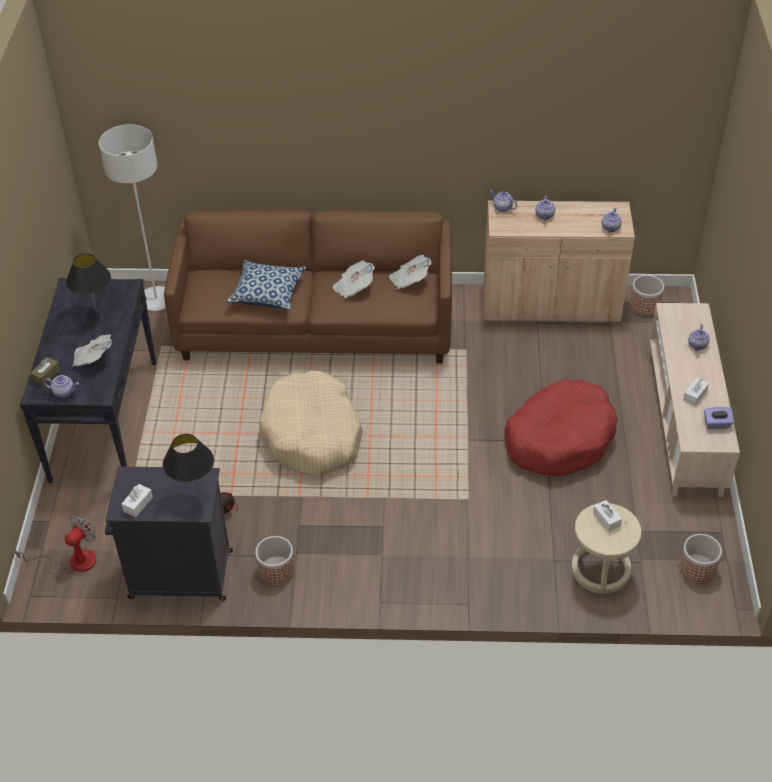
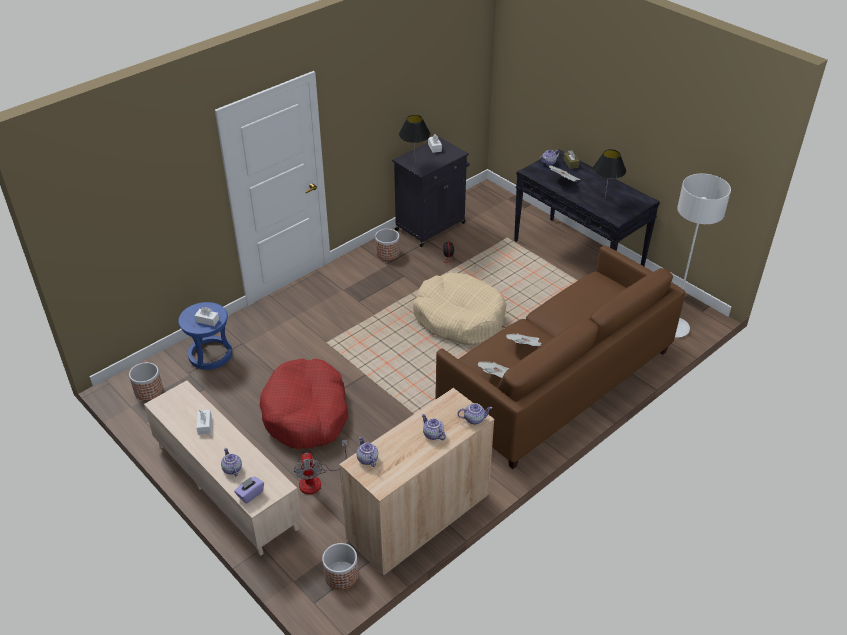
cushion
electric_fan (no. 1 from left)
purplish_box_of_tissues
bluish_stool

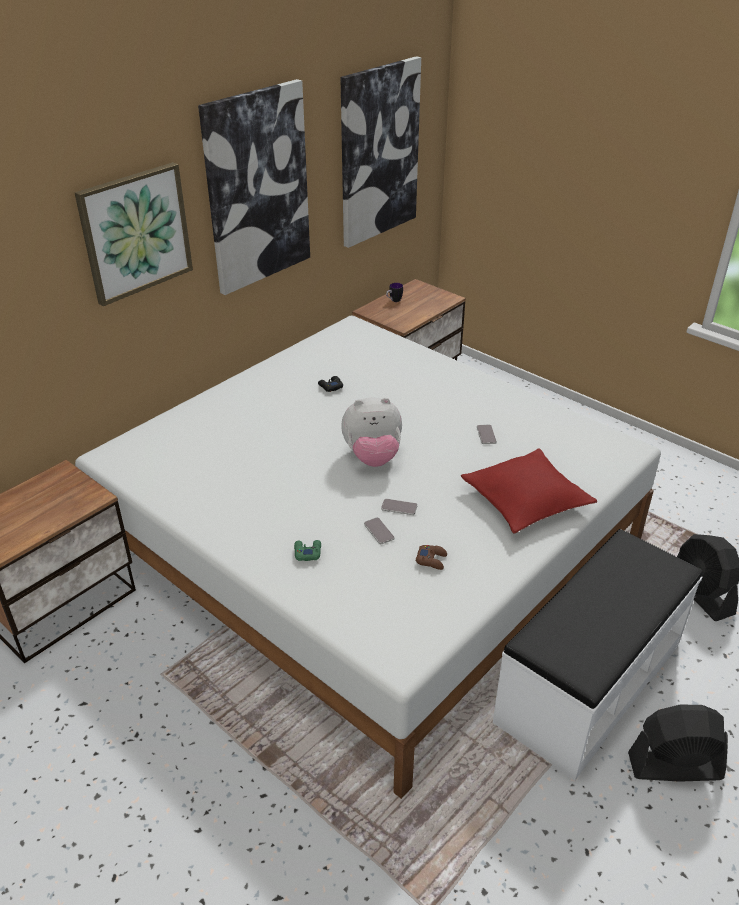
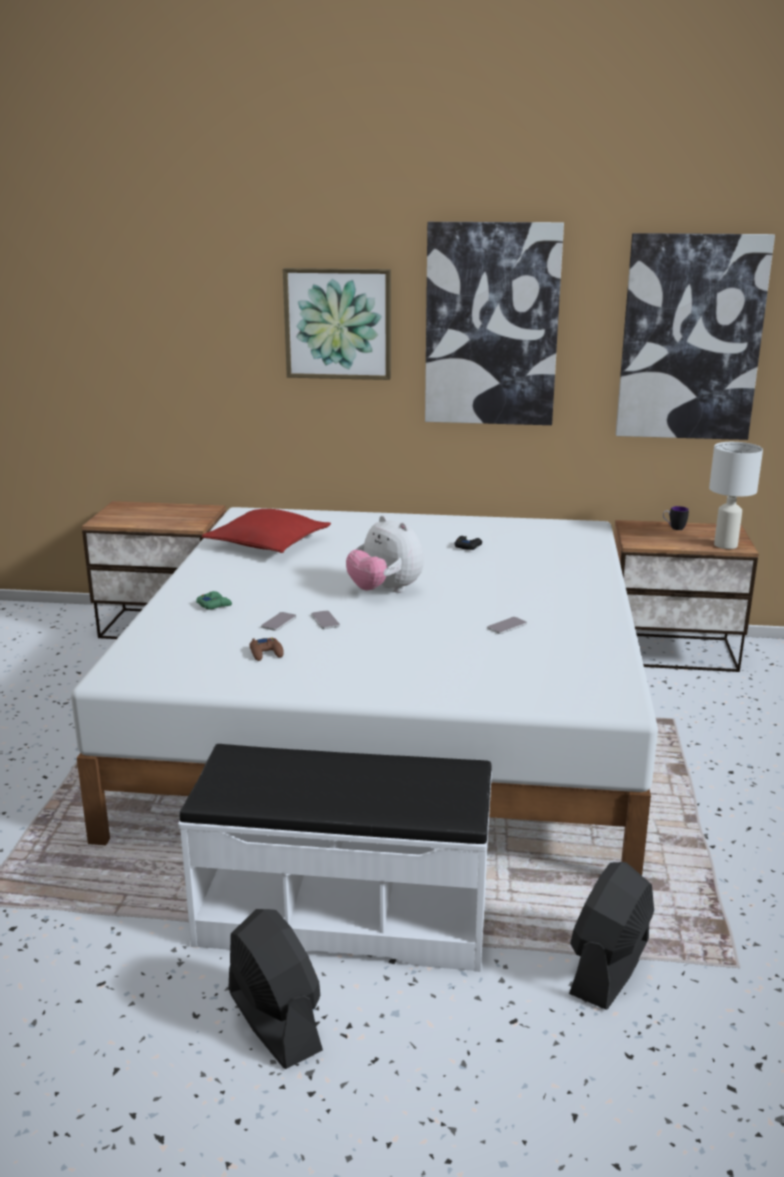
whitish_tabletop_lamp
red-coloured_cushion

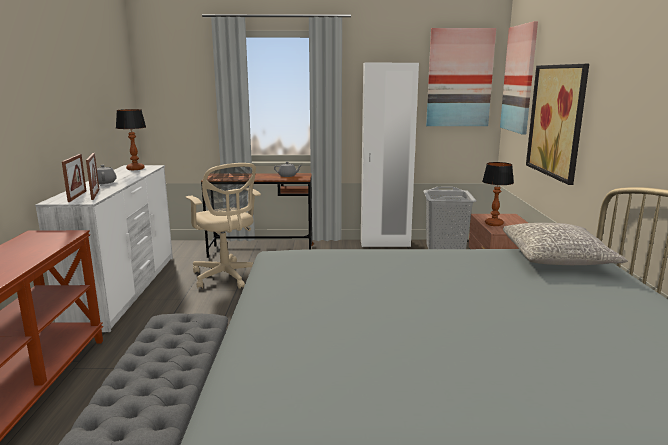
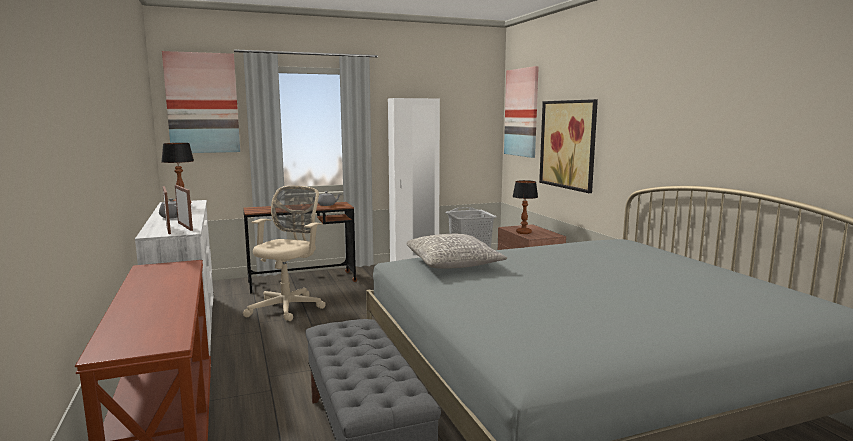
picture (no. 1 from left)
grey_cushion
beige_computer_chair

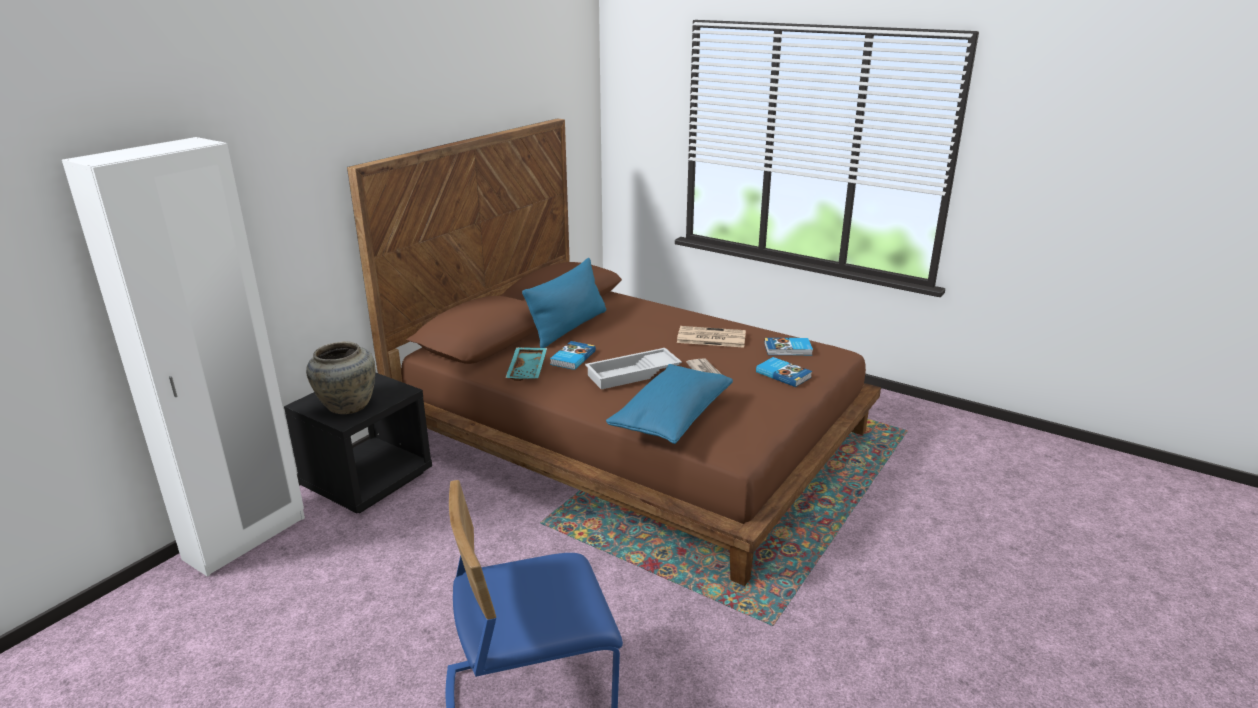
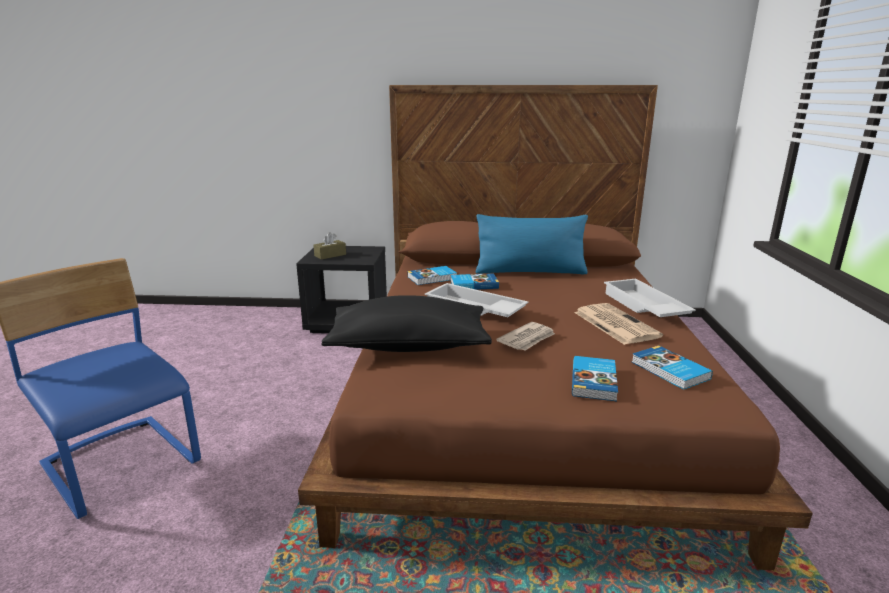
whitish_clothes_cupboard
whitish_serving_tray (no. 2 from left)
brown-coloured_box_of_tissues
volume (no. 1 from left)
blackish_cushion

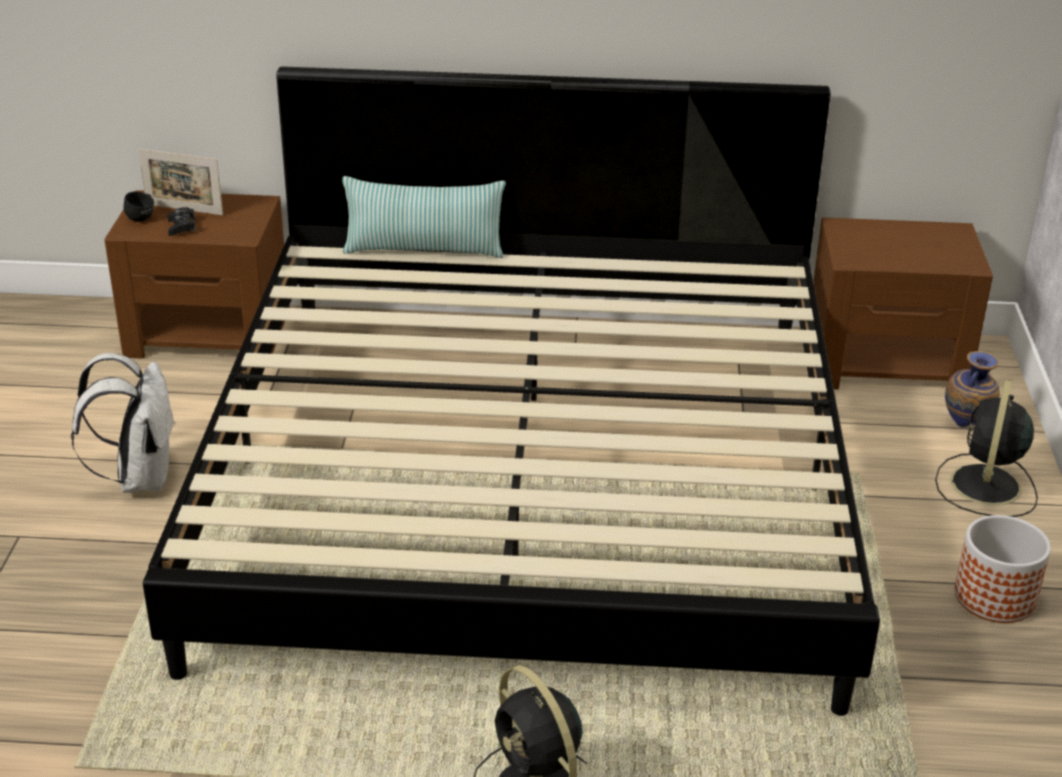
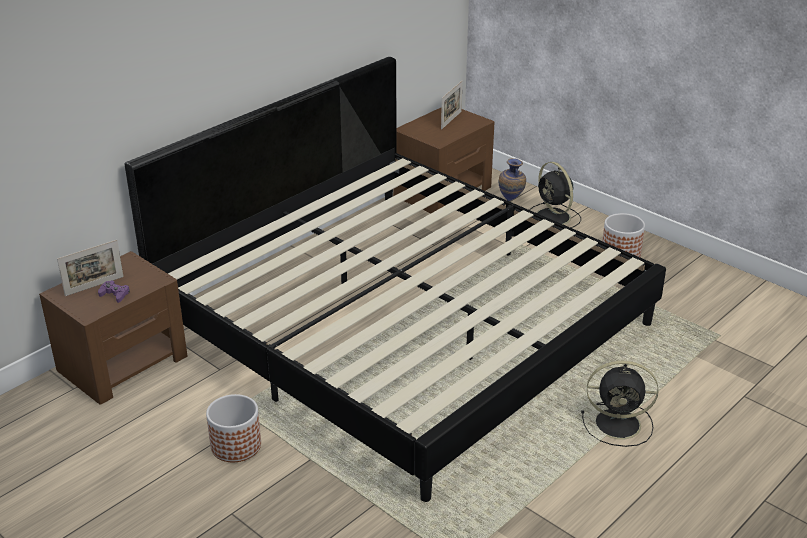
blackish_tea_mug
cushion
photo_frame (no. 2 from left)
plant_pot (no. 1 from left)
purplish_game_controller

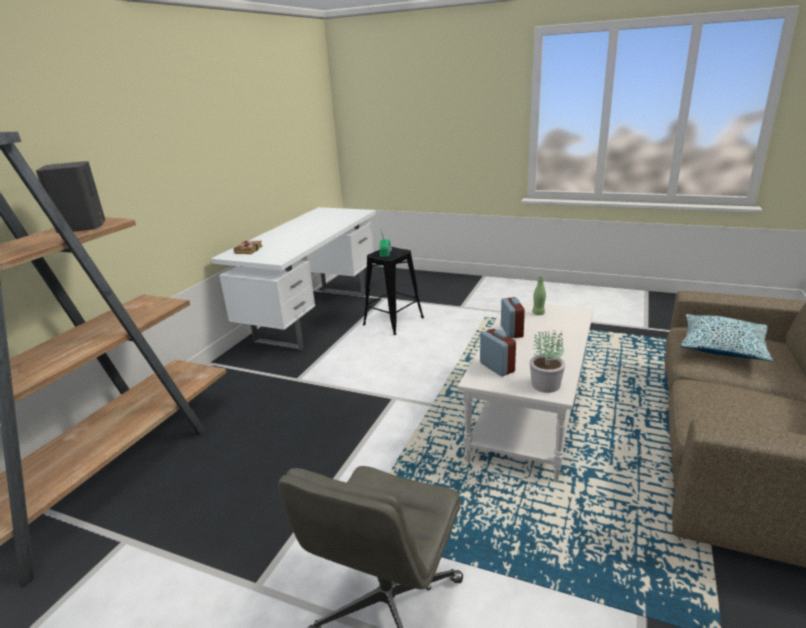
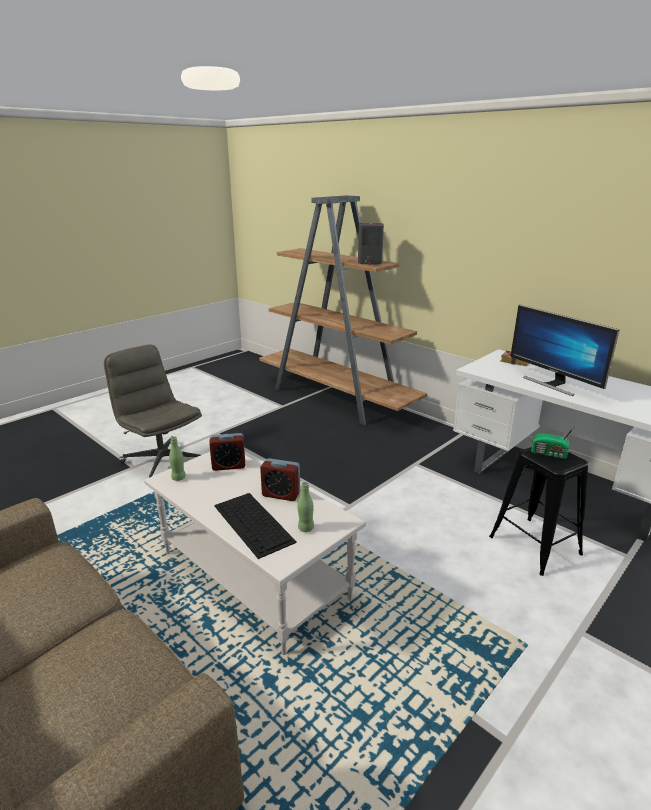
cushion
PC_keyboard
computer_screen
green-coloured_drink_bottle (no. 1 from left)

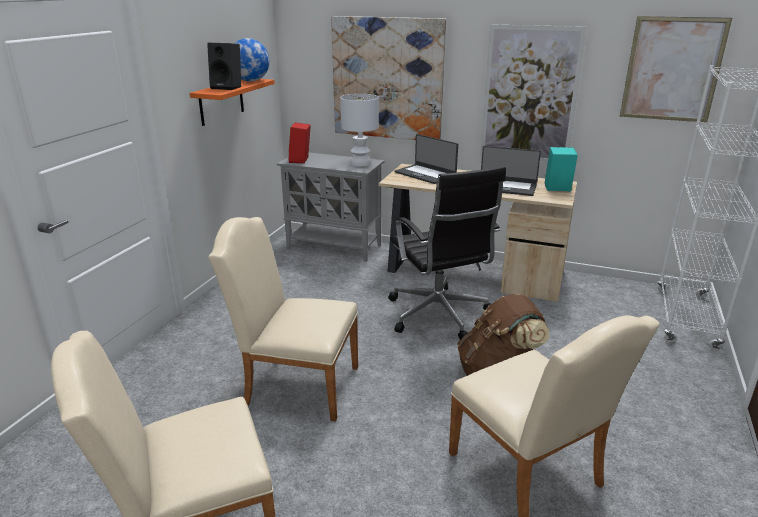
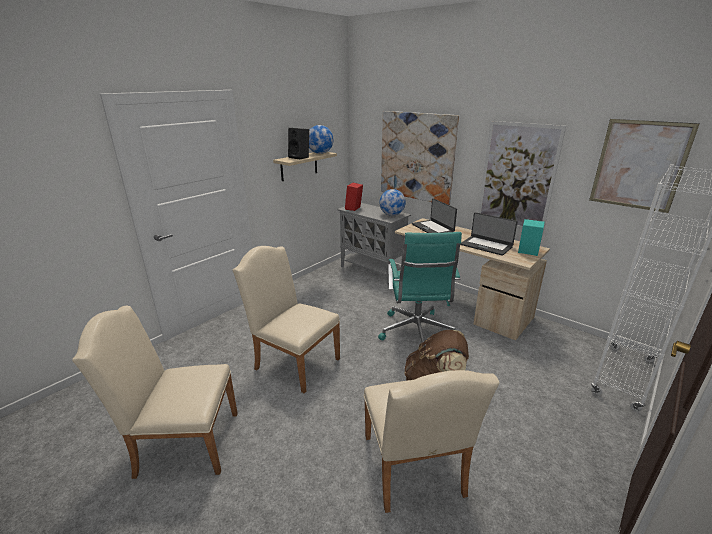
world_globe (no. 2 from left)
beige_bracket_shelf
turquoise_computer_chair

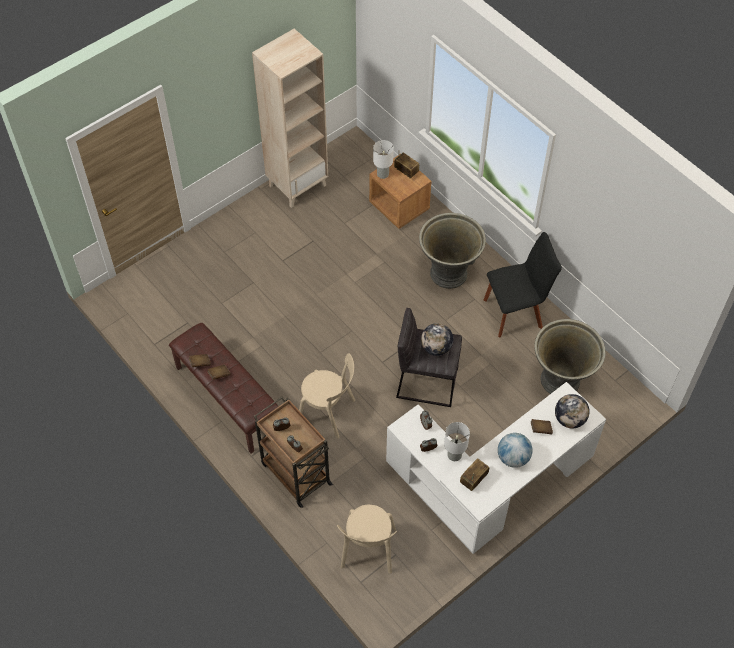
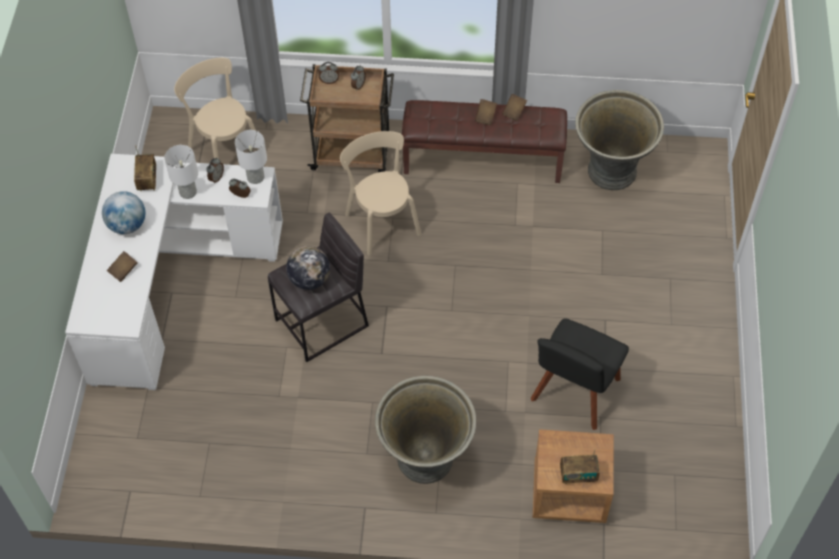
beige_bookshelf
world_globe (no. 3 from left in the first image)
whitish_tabletop_lamp (no. 2 from left)
blackish_plain_chair
grey_plant_pot (no. 2 from left)
beige_plain_chair (no. 2 from left)

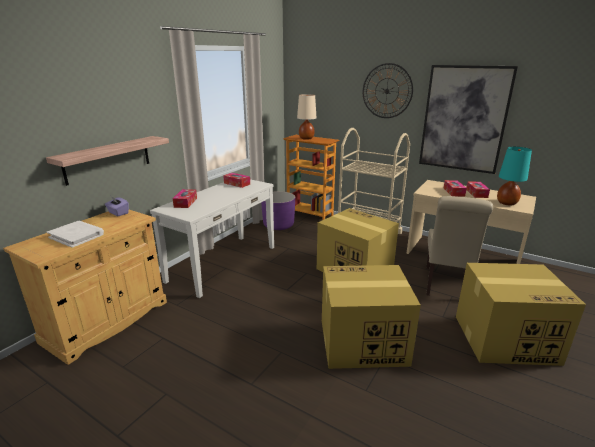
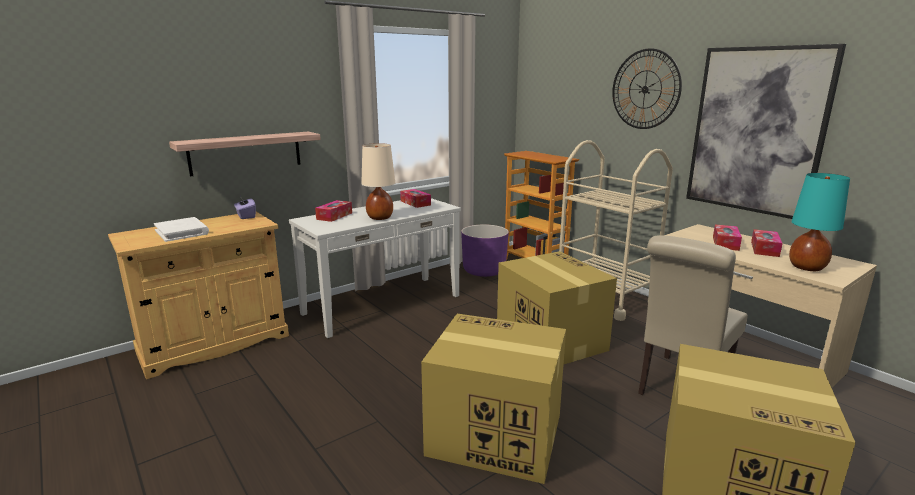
beige_tabletop_lamp

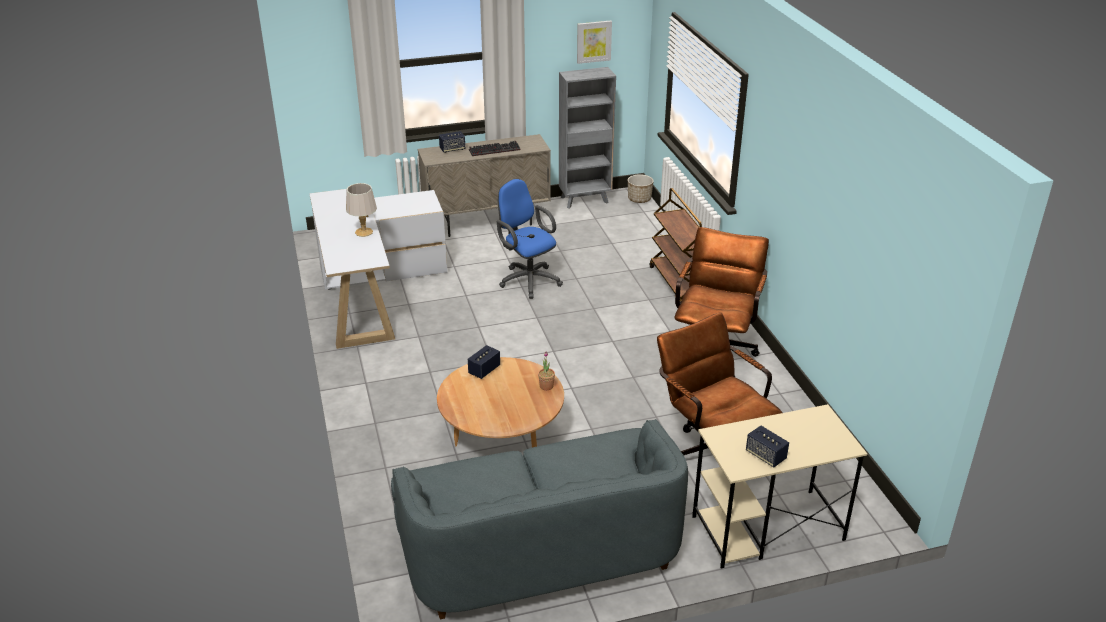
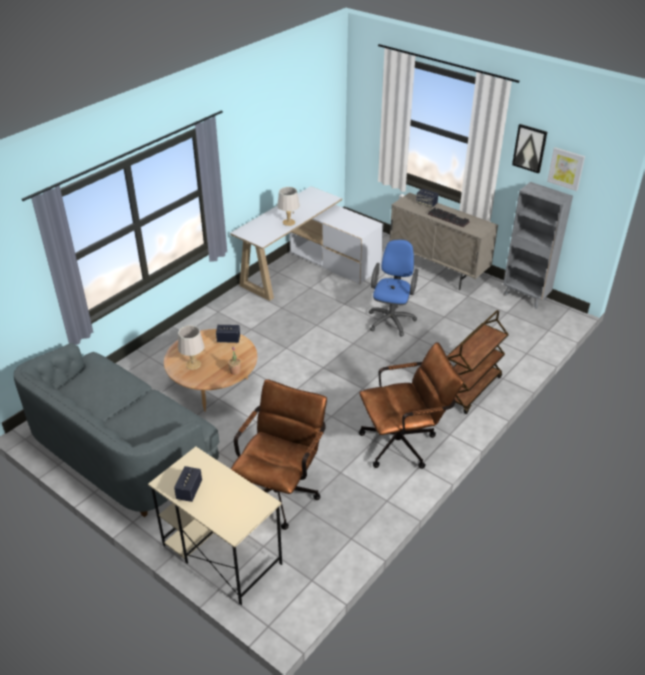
plant_pot
grey_tabletop_lamp (no. 1 from left)
picture (no. 1 from left)

